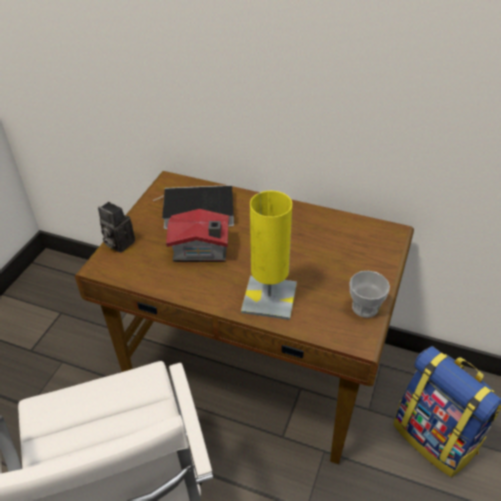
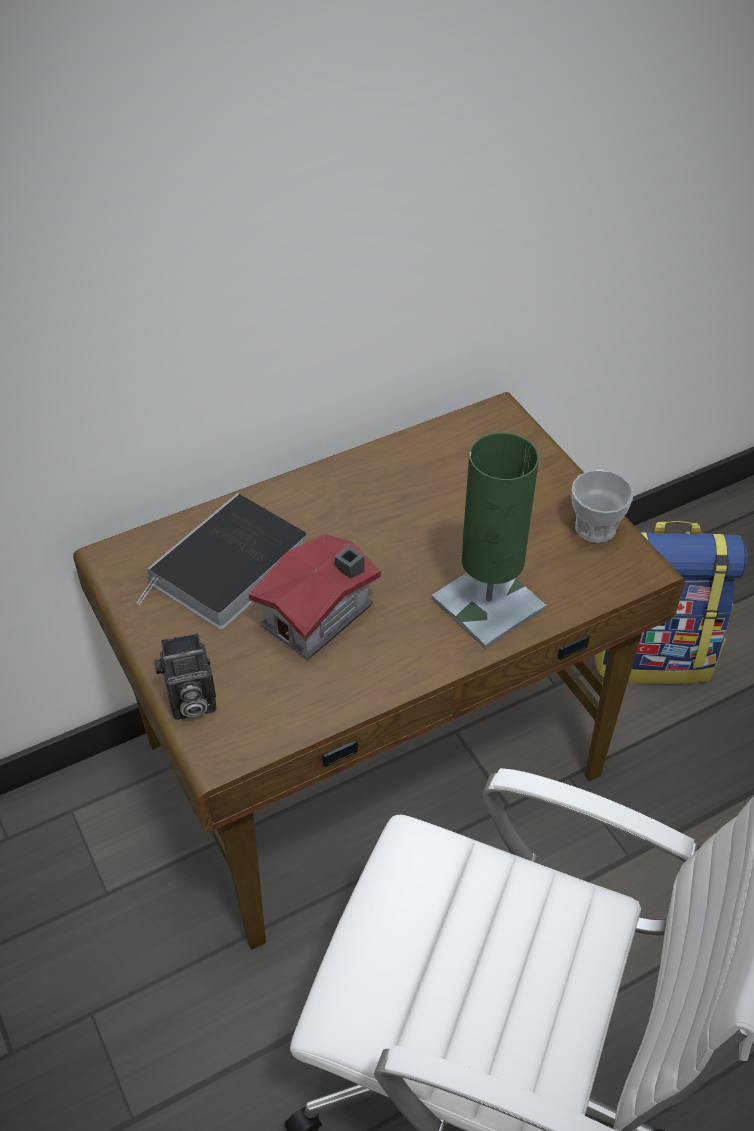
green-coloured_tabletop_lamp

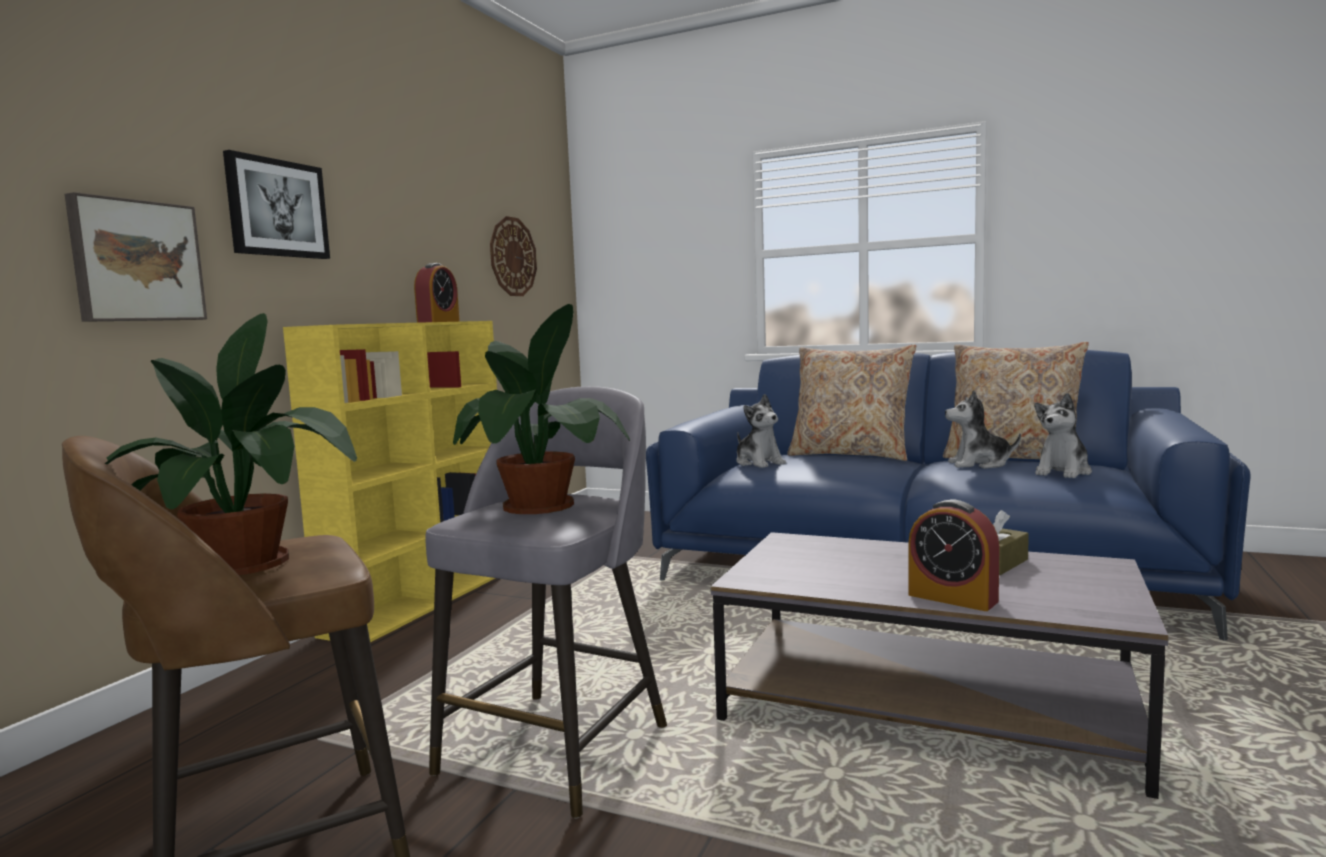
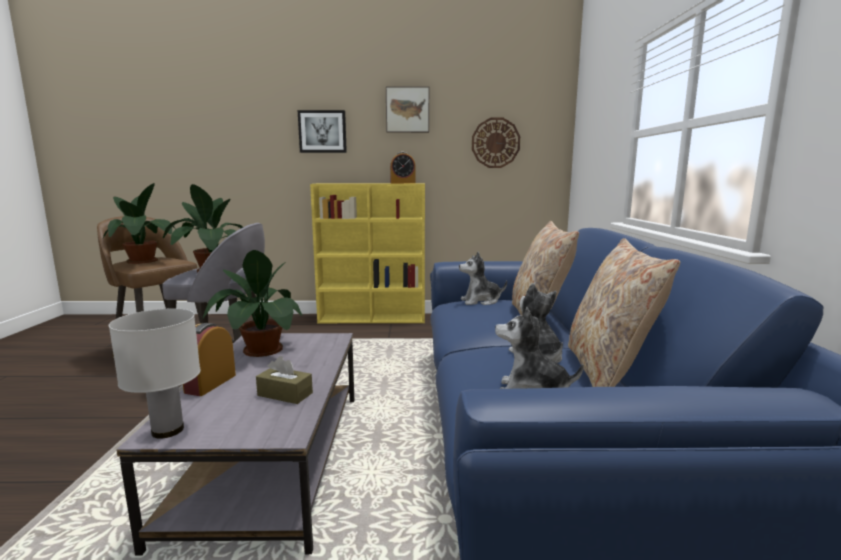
whitish_tabletop_lamp
potted_plant (no. 3 from left)
picture (no. 2 from left)
plush_toy (no. 1 from left)

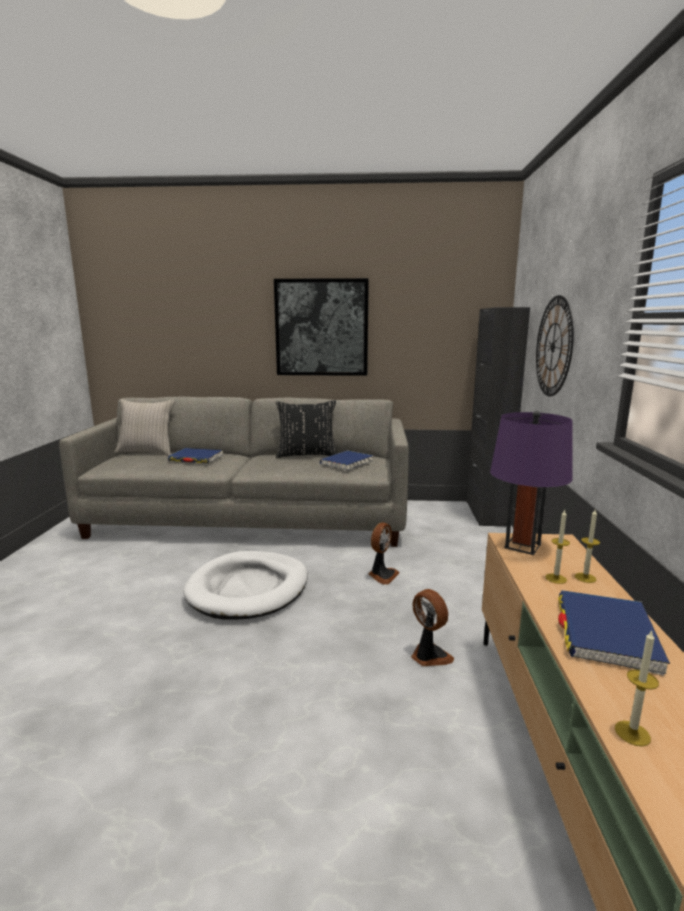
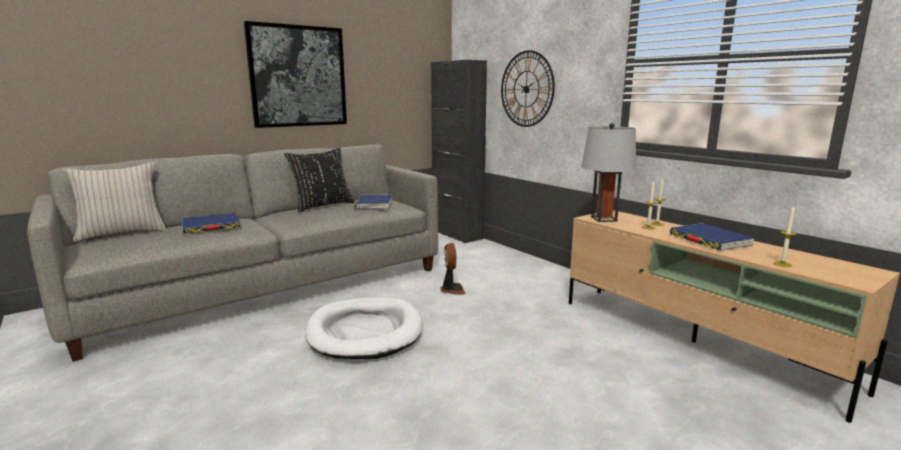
electric_fan (no. 2 from left in the first image)
grey_tabletop_lamp

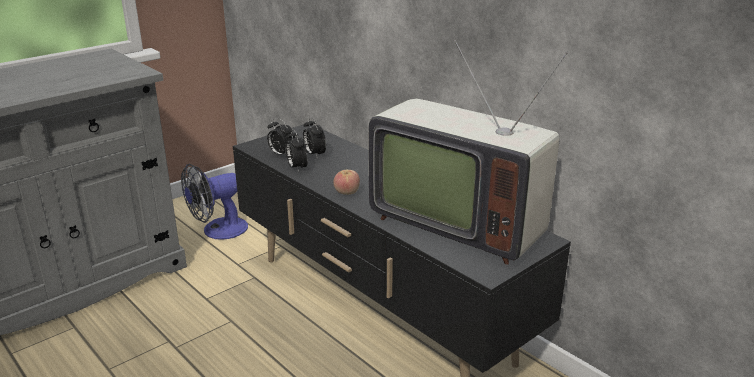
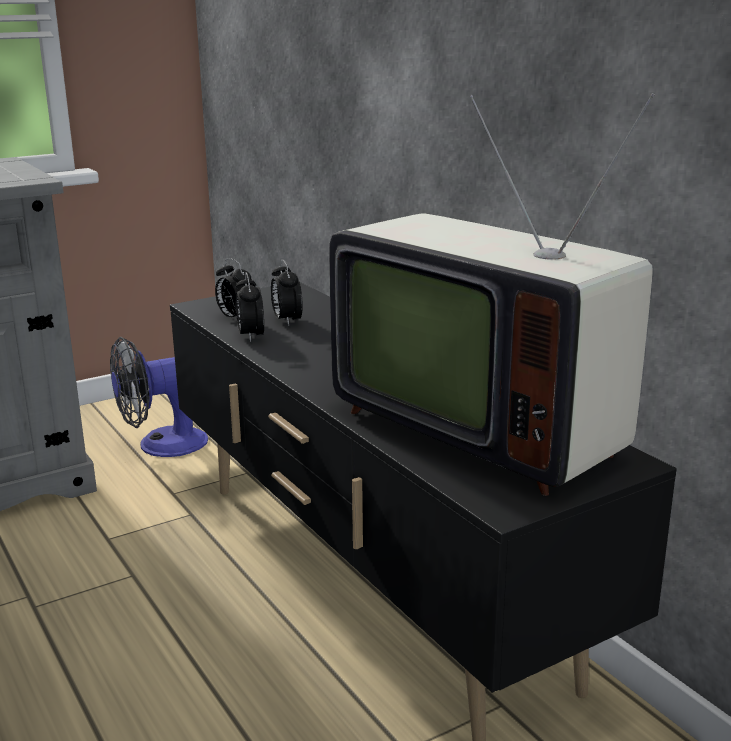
apple_fruit

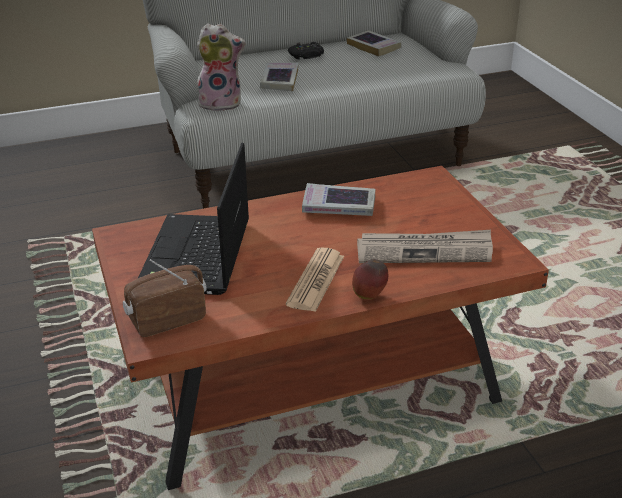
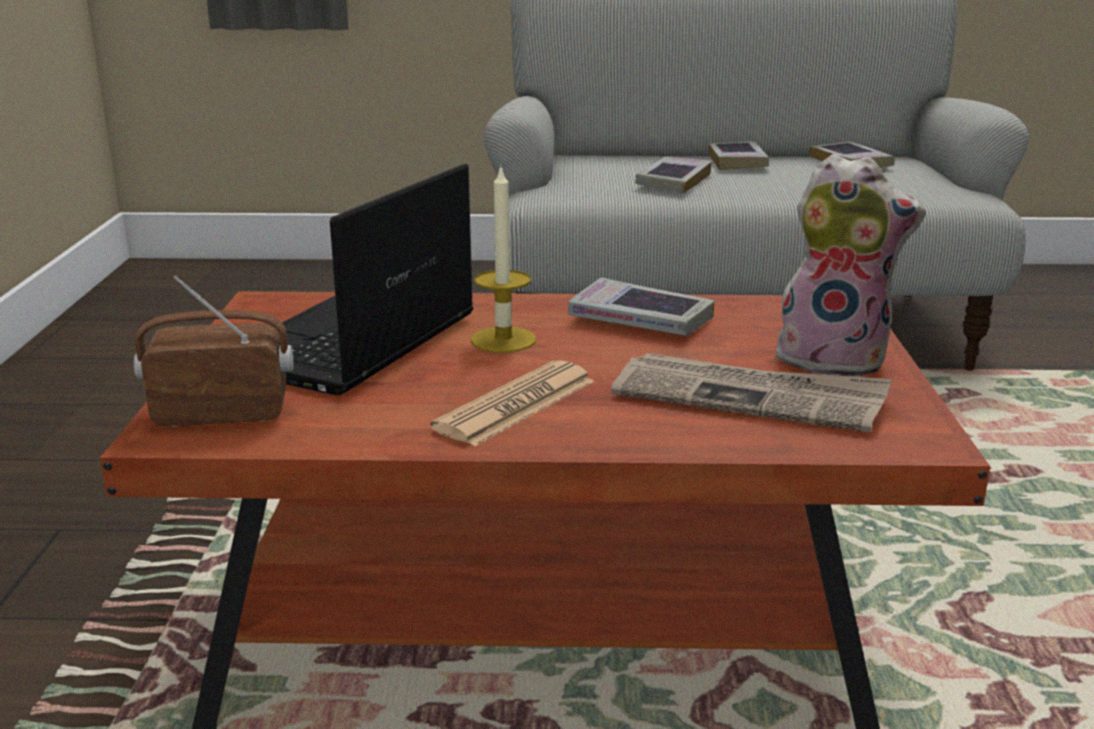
apple_fruit
wax_light
plush_toy
volume (no. 3 from left)

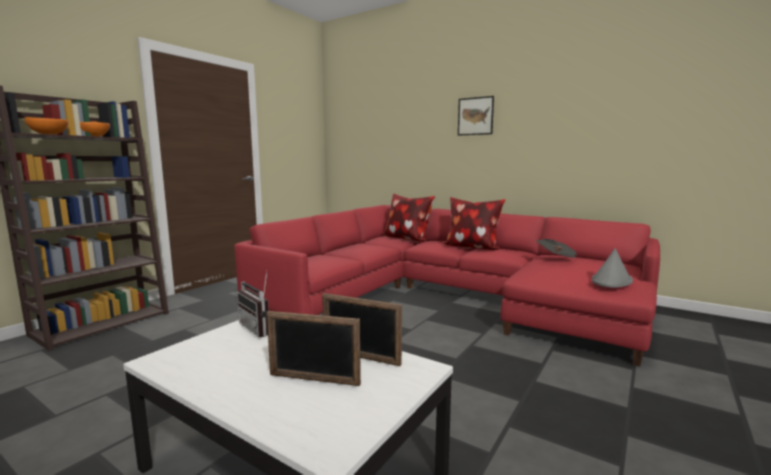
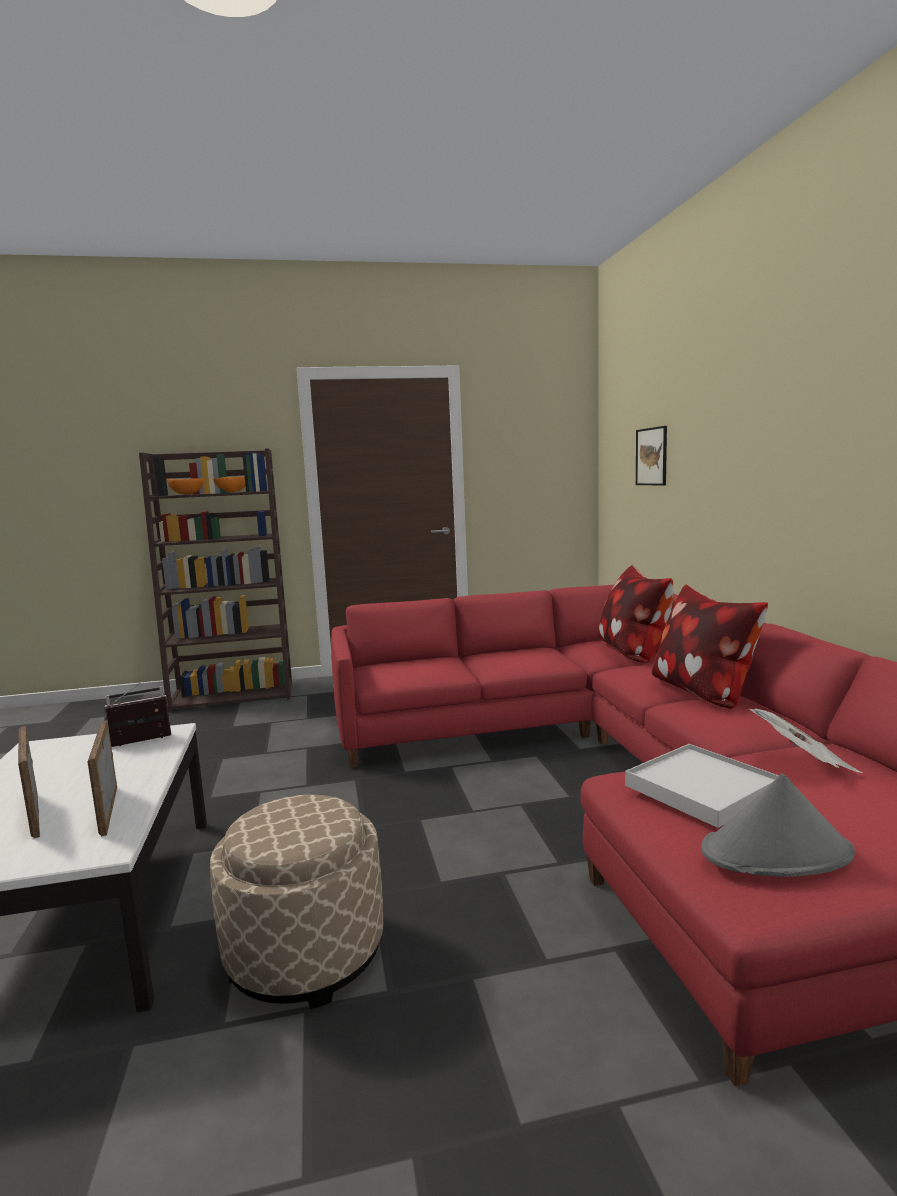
beige_ottoman
whitish_serving_tray
picture
radio_set

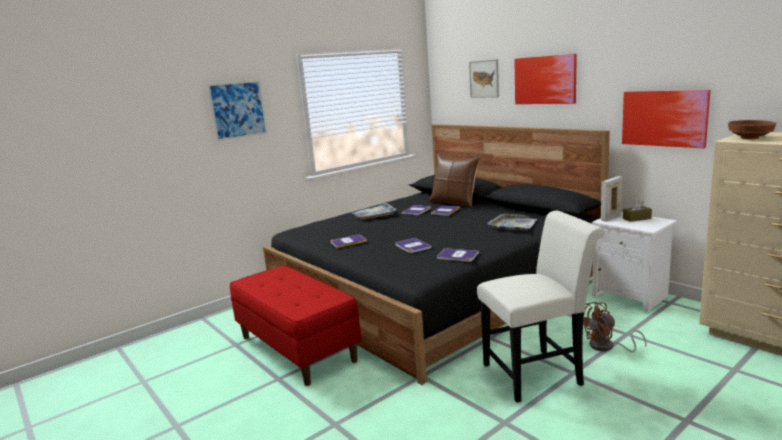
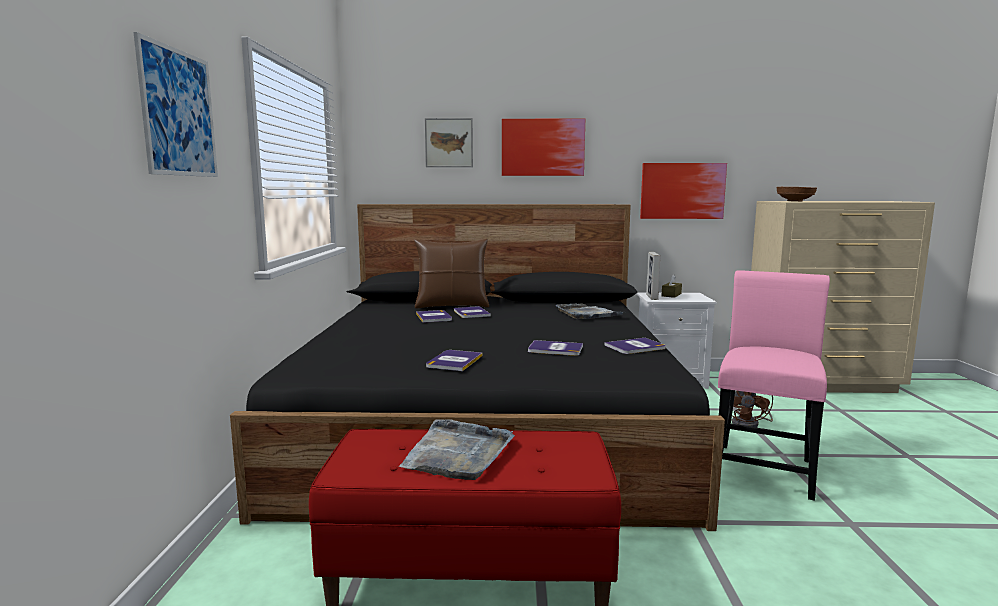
grey_serving_tray (no. 1 from left)
pinkish_plain_chair

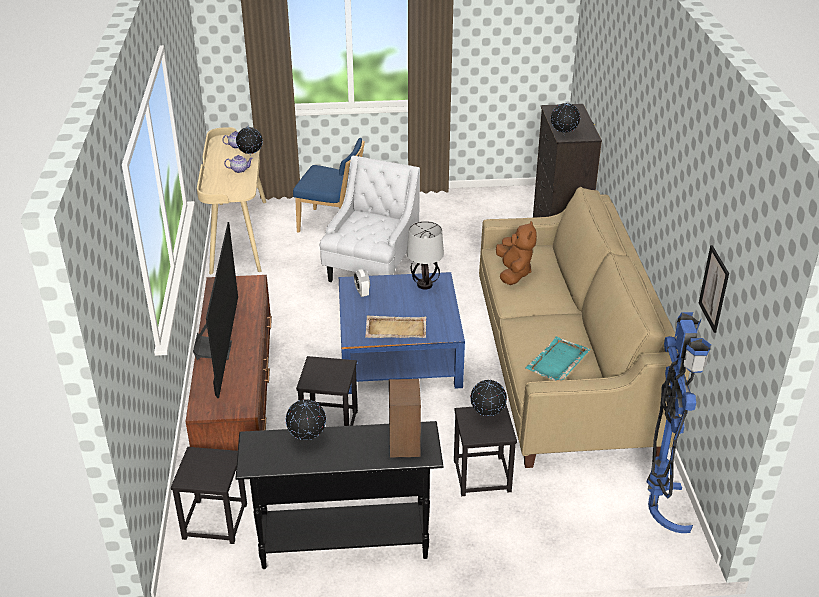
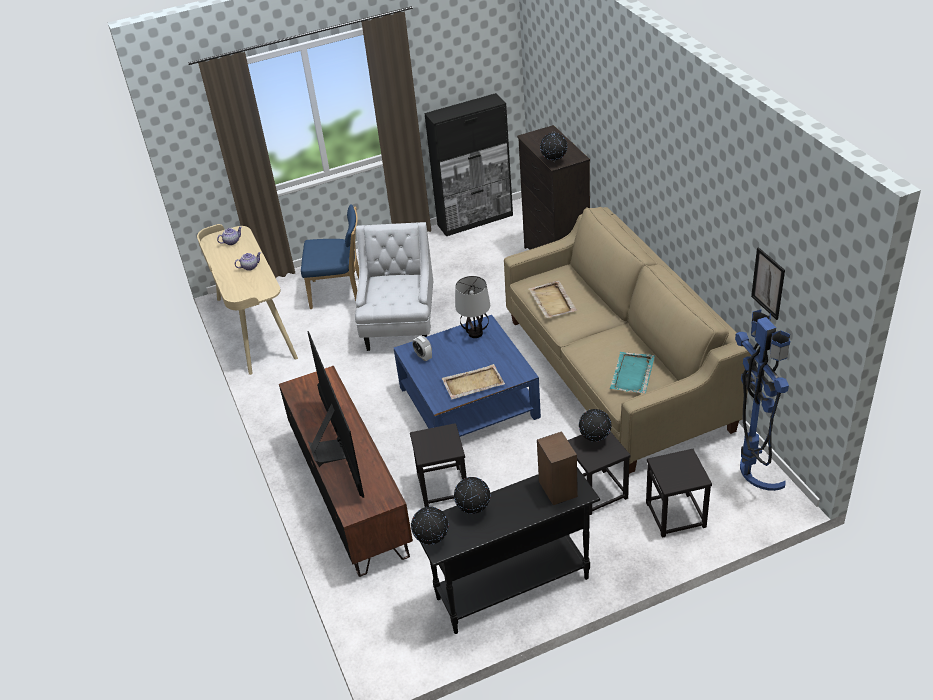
blackish_storage_cabinet
blackish_stool (no. 3 from left)
world_globe (no. 1 from left)
beige_serving_tray (no. 2 from left)

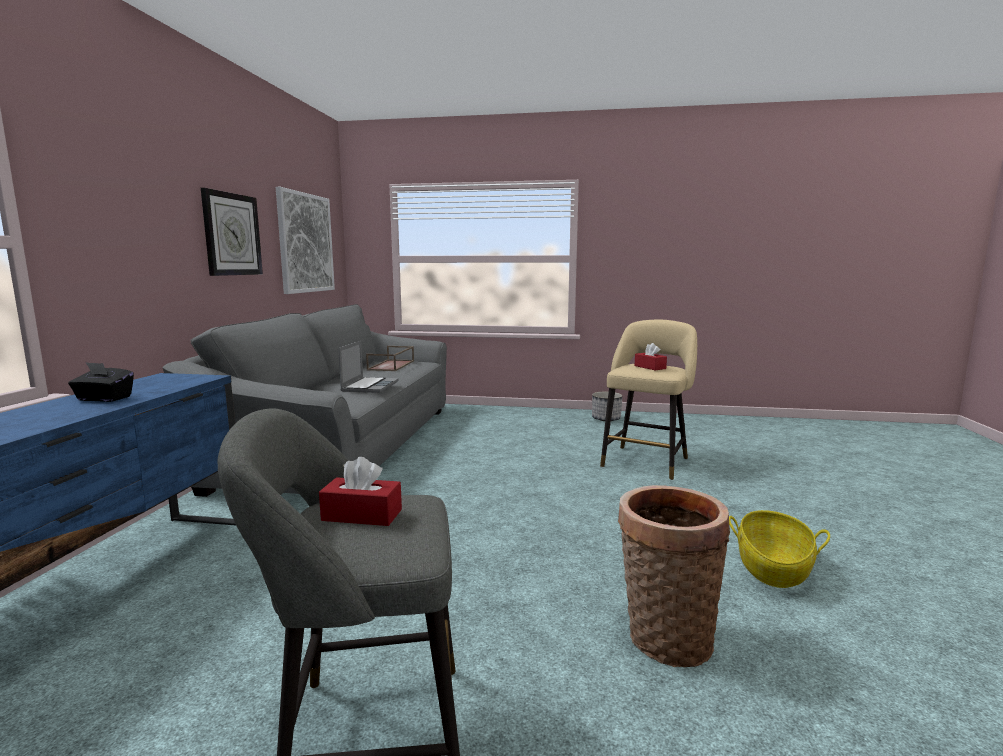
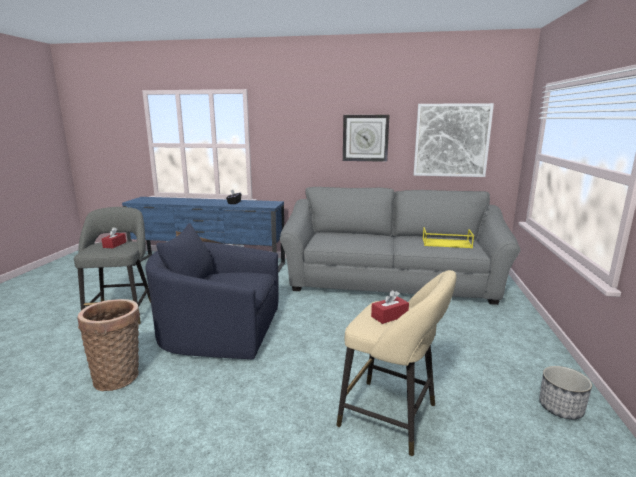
notebook_computer
basket (no. 2 from left in the first image)
bluish_easy_chair
yellow-coloured_serving_tray

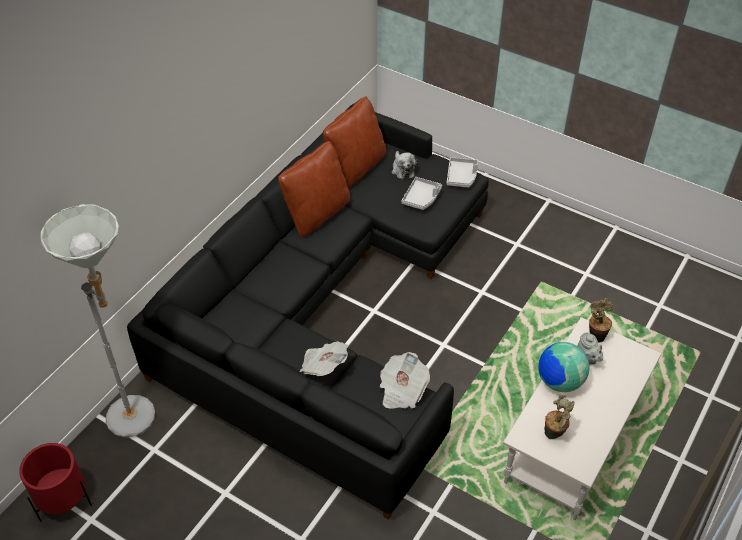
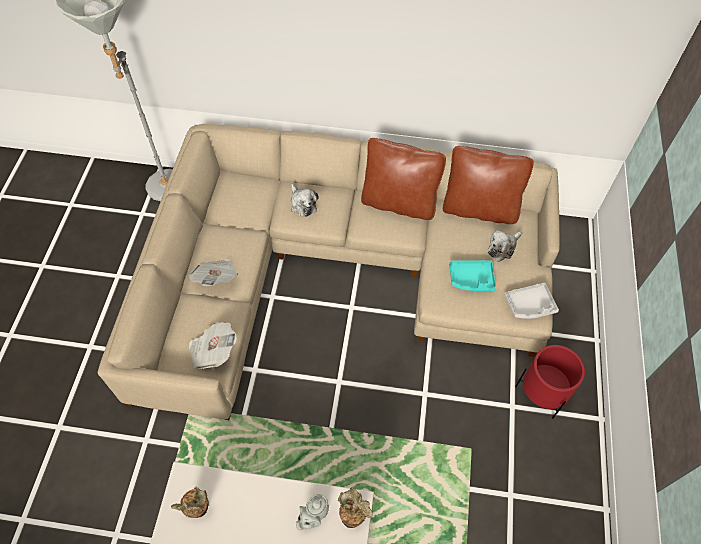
world_globe
plush_toy (no. 1 from left)
red-coloured_plant_pot
beige_couch
turquoise_serving_tray

